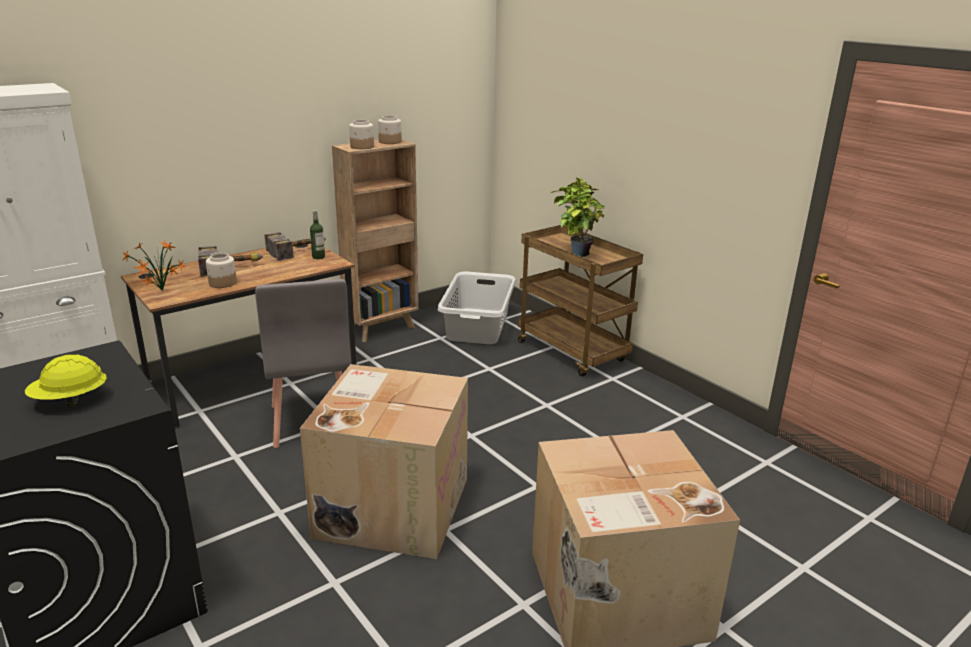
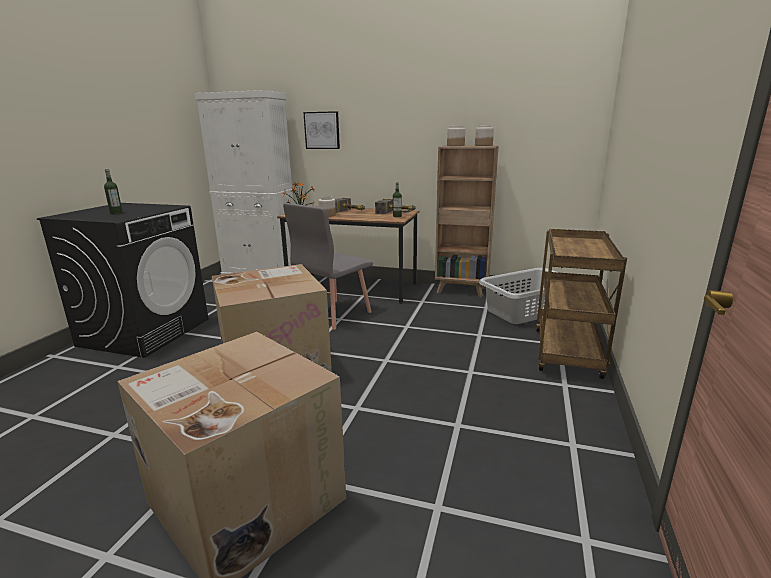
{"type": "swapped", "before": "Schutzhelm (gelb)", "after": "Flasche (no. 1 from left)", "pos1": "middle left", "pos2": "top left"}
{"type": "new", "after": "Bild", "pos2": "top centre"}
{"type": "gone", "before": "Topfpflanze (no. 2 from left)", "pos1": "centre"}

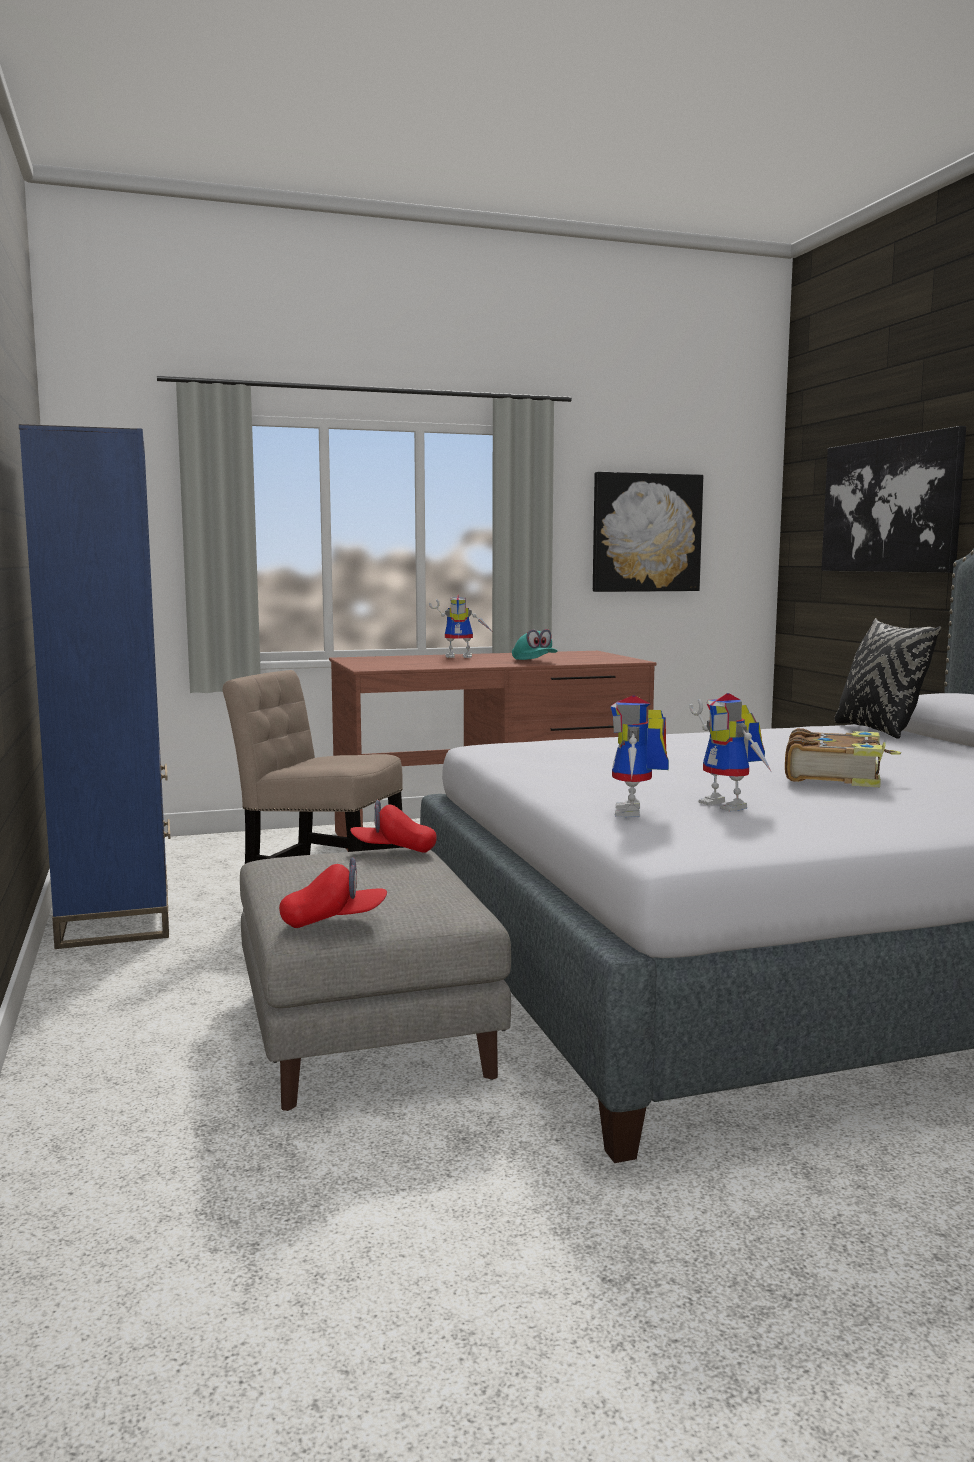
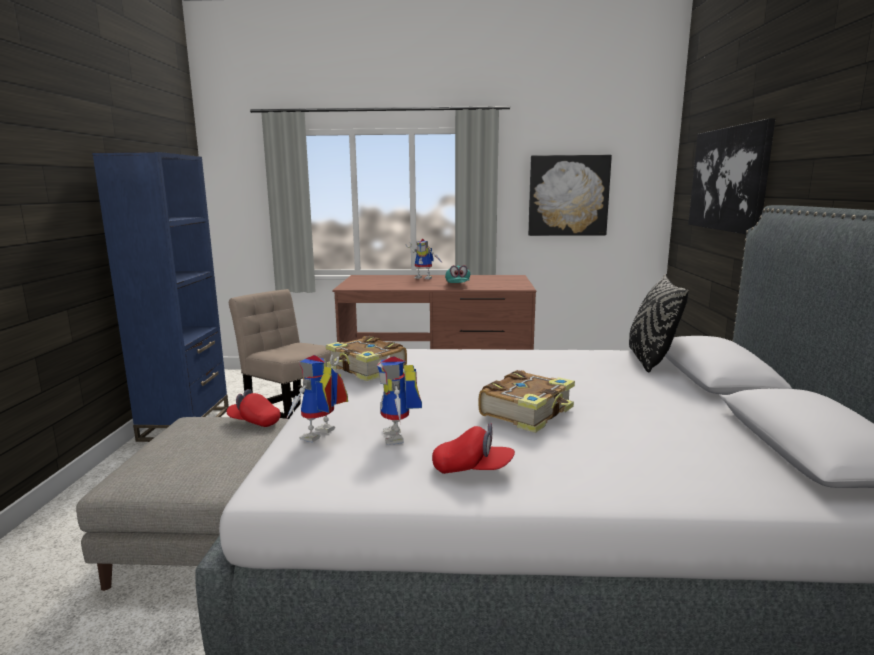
{"type": "new", "after": "Buch (no. 1 from left)", "pos2": "centre"}
{"type": "shifted", "before": "Kappe (rot) (no. 1 from left in the first image)", "after": "Kappe (rot) (no. 2 from left)", "pos1": "centre", "pos2": "bottom centre"}

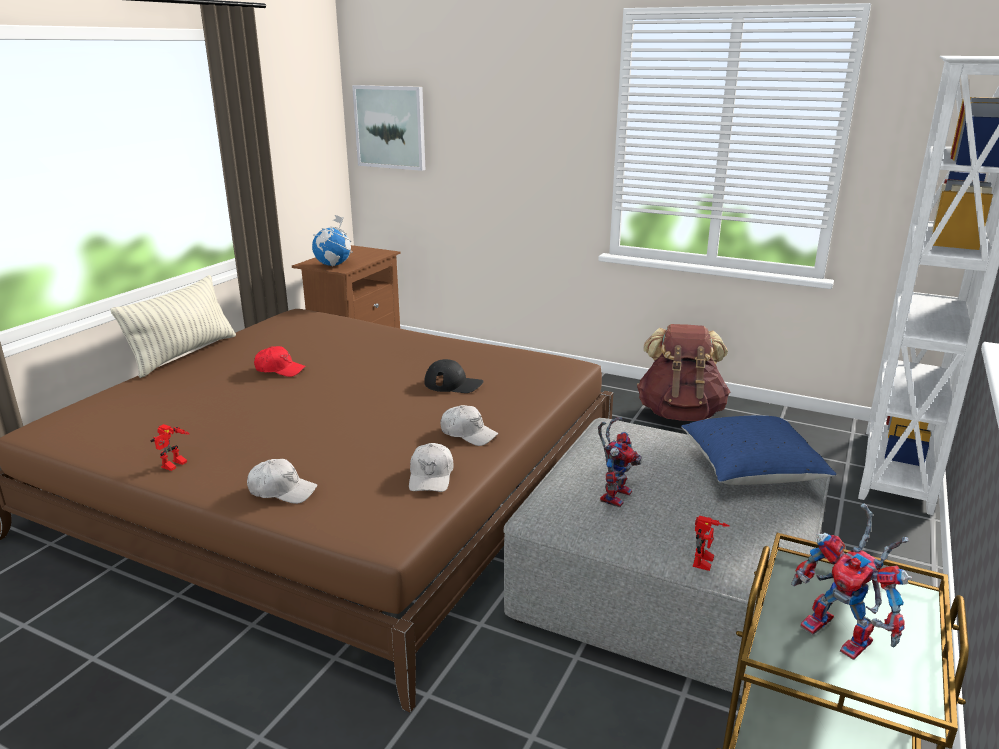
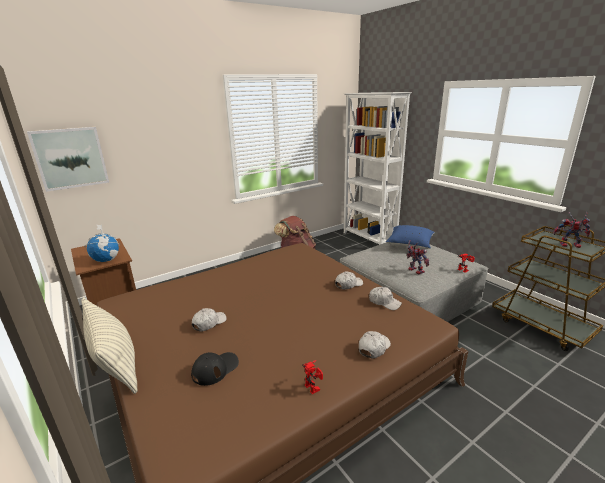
{"type": "shifted", "before": "Kappe (schwarz)", "pos1": "centre", "pos2": "bottom centre"}
{"type": "repainted", "before": "Kappe (rot)", "after": "Kappe (weiß) (no. 1 from left)", "pos1": "middle left", "pos2": "centre"}
{"type": "rotated", "before": "Spielzeugroboter (no. 4 from left)", "pos1": "bottom right", "pos2": "middle right", "turn": -150}

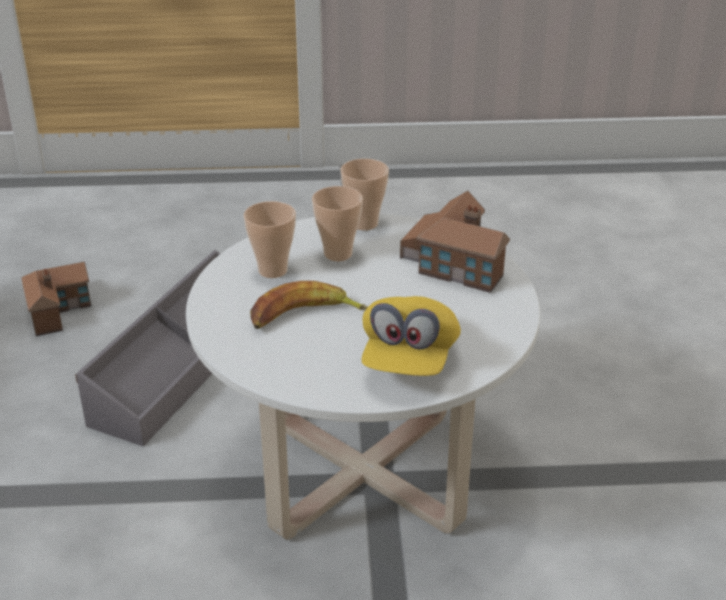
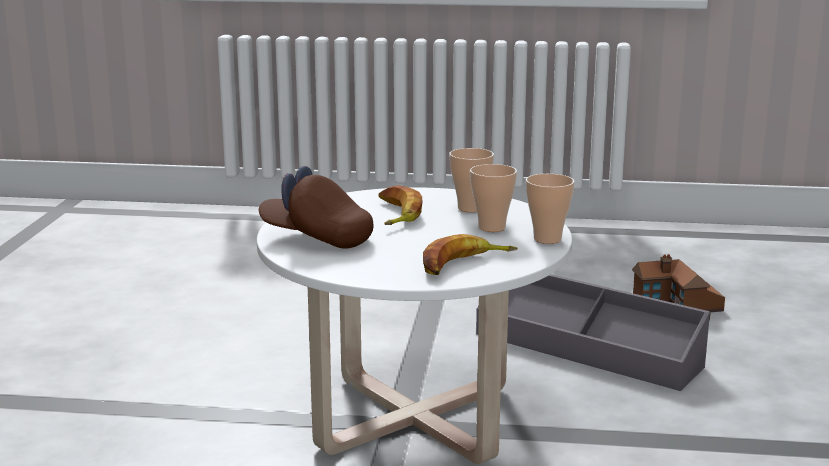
{"type": "repainted", "before": "Kappe (gelb)", "after": "Kappe (braun)", "pos1": "centre", "pos2": "centre"}
{"type": "swapped", "before": "Spielzeughaus (no. 2 from left)", "after": "Banane (no. 2 from left)", "pos1": "centre", "pos2": "centre"}

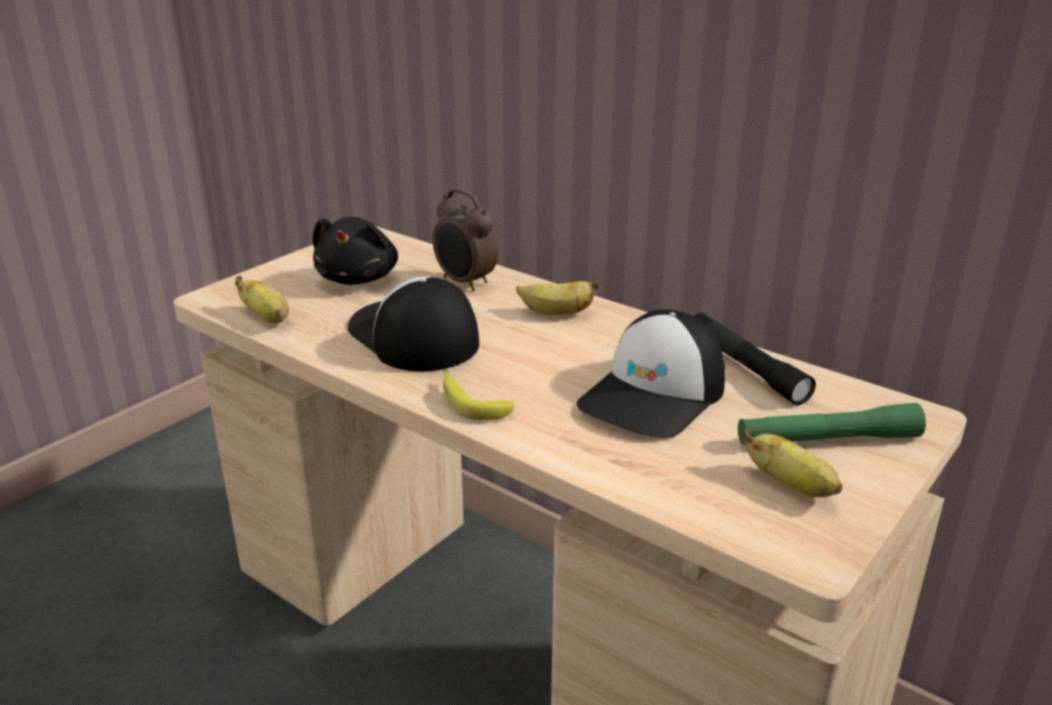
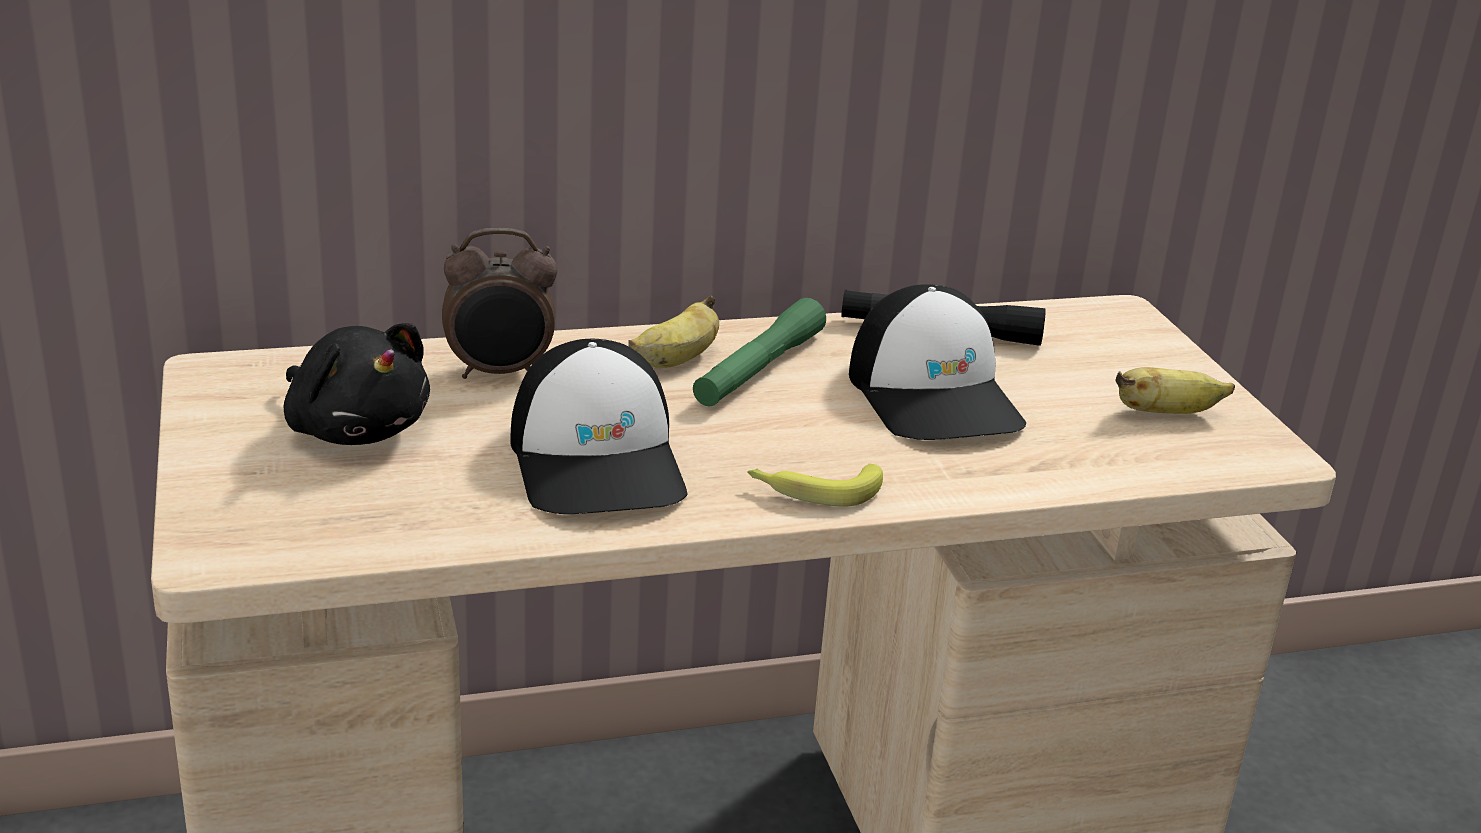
{"type": "rotated", "before": "Kappe (no. 1 from left)", "pos1": "centre", "pos2": "centre", "turn": -105}
{"type": "shifted", "before": "Taschenlampe (grün)", "pos1": "middle right", "pos2": "centre"}
{"type": "gone", "before": "Banane (no. 1 from left)", "pos1": "middle left"}

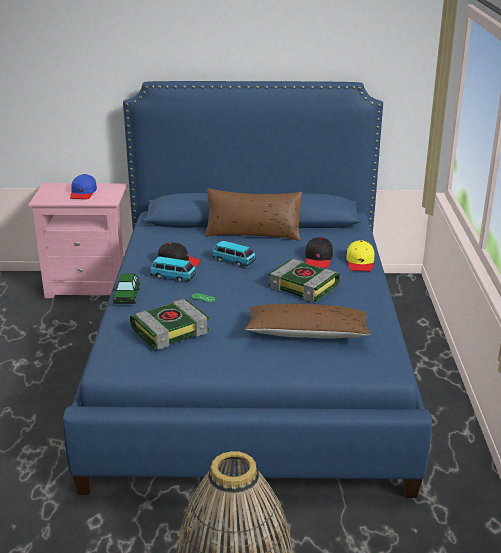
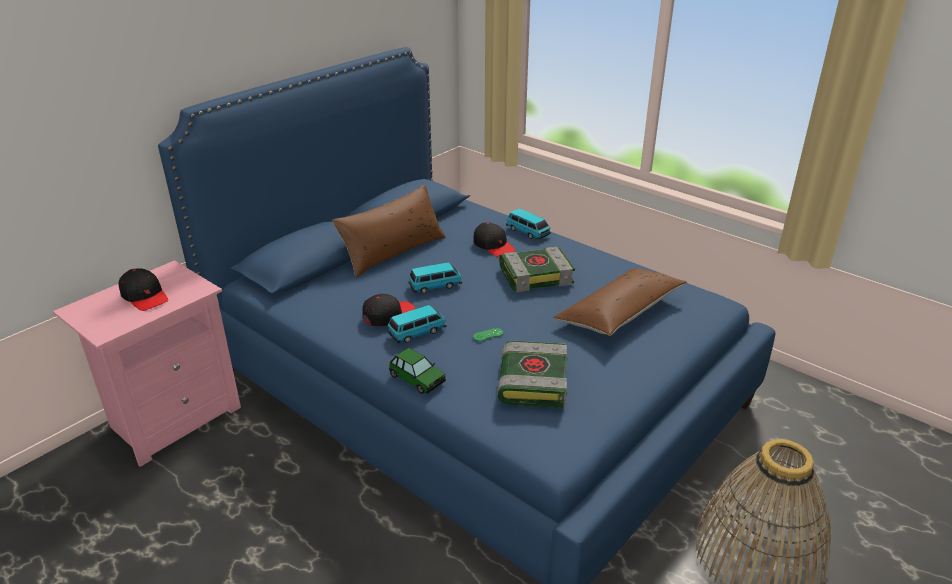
{"type": "repainted", "before": "Kappe (blau)", "after": "Kappe (schwarz) (no. 1 from left)", "pos1": "middle left", "pos2": "middle left"}
{"type": "swapped", "before": "Kappe (gelb)", "after": "Spielzeugauto (no. 4 from left)", "pos1": "middle right", "pos2": "centre"}

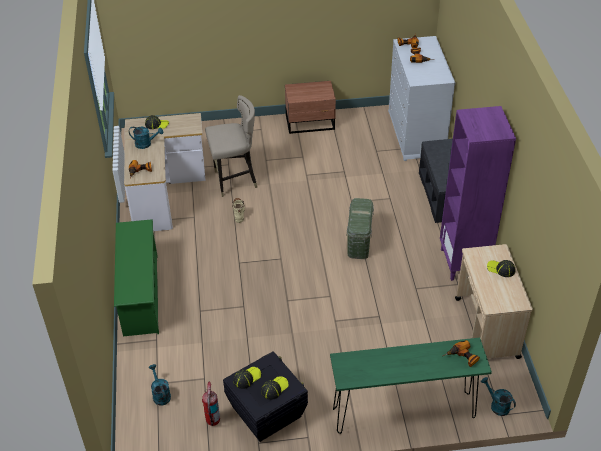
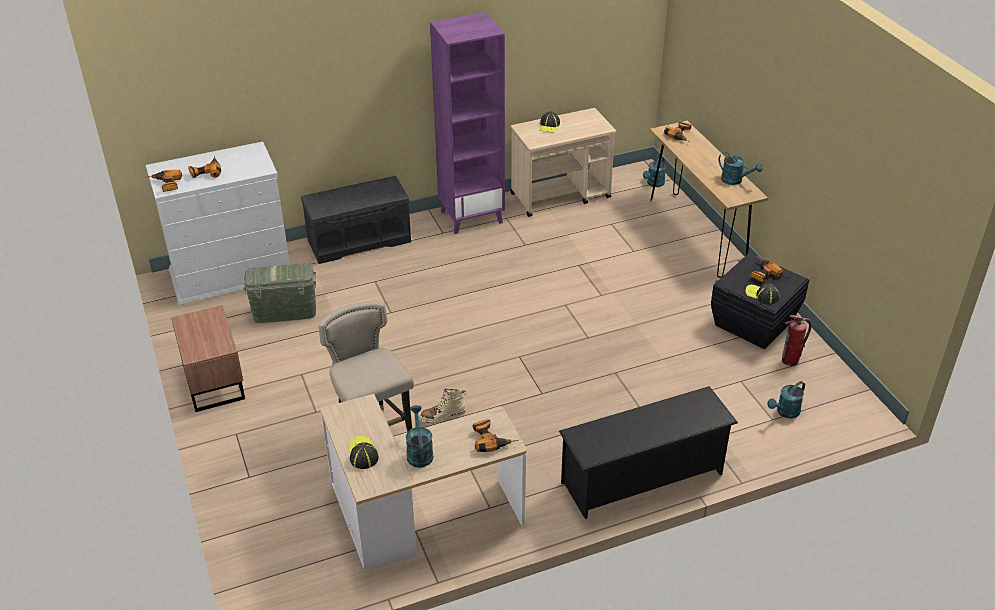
{"type": "shifted", "before": "Aufbewahrungsbox (grün)", "pos1": "centre", "pos2": "middle left"}
{"type": "repainted", "before": "Schuhregal (grün)", "after": "Schuhregal (schwarz)", "pos1": "middle left", "pos2": "bottom centre"}
{"type": "repainted", "before": "Konsolentisch (grün)", "after": "Konsolentisch (braun)", "pos1": "bottom right", "pos2": "top right"}
{"type": "new", "after": "Gießkanne (türkis) (no. 3 from left)", "pos2": "top right"}
{"type": "swapped", "before": "Kappe (no. 3 from left)", "after": "Bohrmaschine (no. 5 from left)", "pos1": "bottom centre", "pos2": "middle right"}

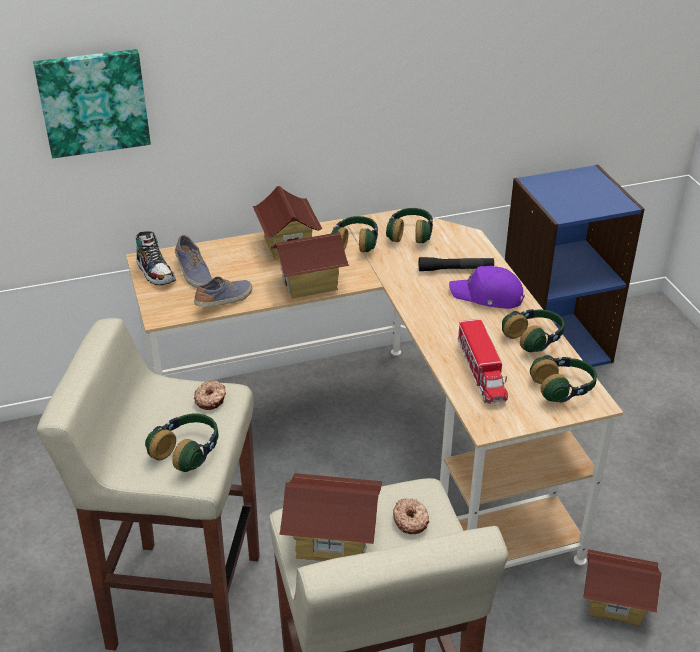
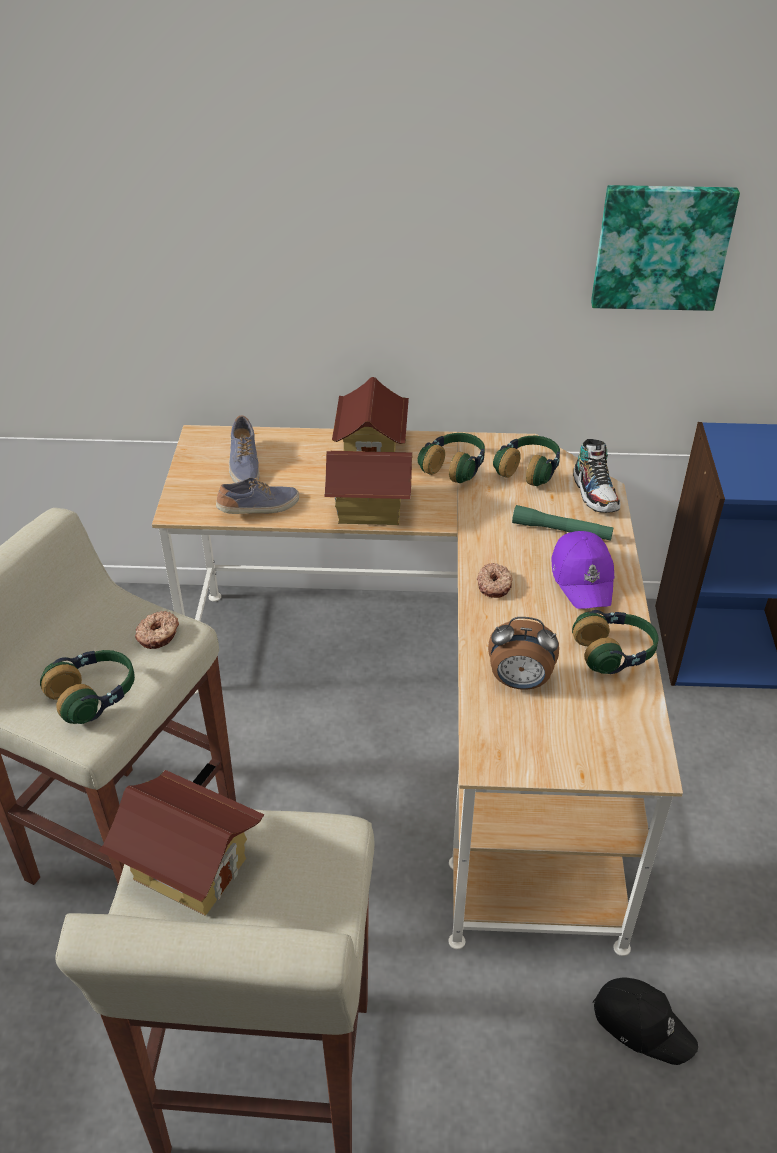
{"type": "shifted", "before": "Donut (no. 2 from left)", "pos1": "bottom centre", "pos2": "centre"}
{"type": "swapped", "before": "Spielzeuglaster", "after": "Wecker", "pos1": "middle right", "pos2": "middle right"}
{"type": "repainted", "before": "Taschenlampe (schwarz)", "after": "Taschenlampe (grün)", "pos1": "centre", "pos2": "middle right"}
{"type": "rotated", "before": "Kappe (lila)", "pos1": "middle right", "pos2": "middle right", "turn": -135}
{"type": "shifted", "before": "Schuh (no. 1 from left in the first image)", "after": "Schuh (no. 3 from left)", "pos1": "middle left", "pos2": "middle right"}
{"type": "shifted", "before": "Bild", "pos1": "top left", "pos2": "top right"}
{"type": "swapped", "before": "Spielzeughaus (no. 4 from left)", "after": "Kappe (schwarz)", "pos1": "bottom right", "pos2": "bottom right"}
{"type": "gone", "before": "Kopfhörer (no. 5 from left)", "pos1": "middle right"}

